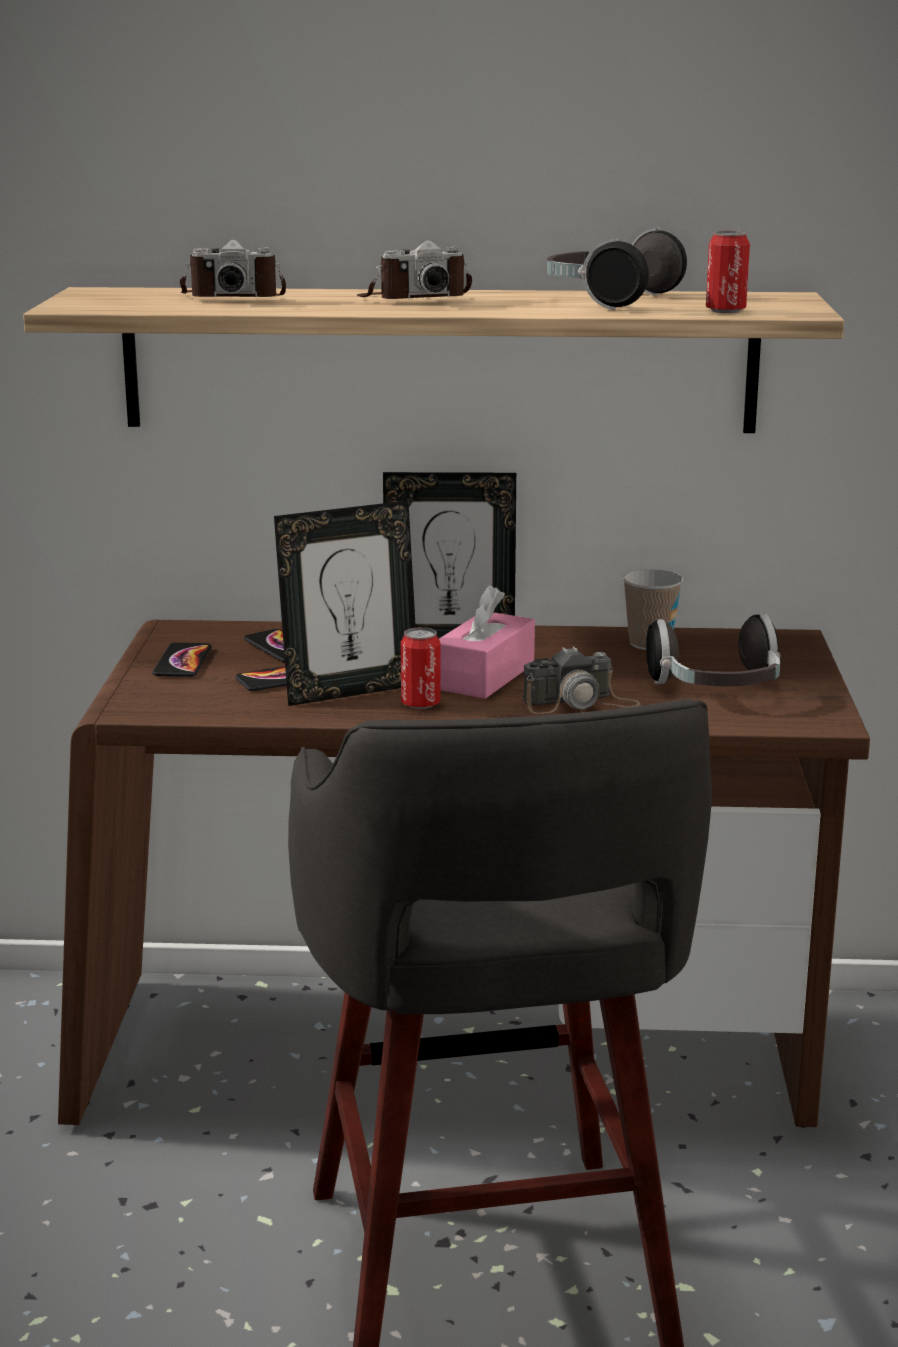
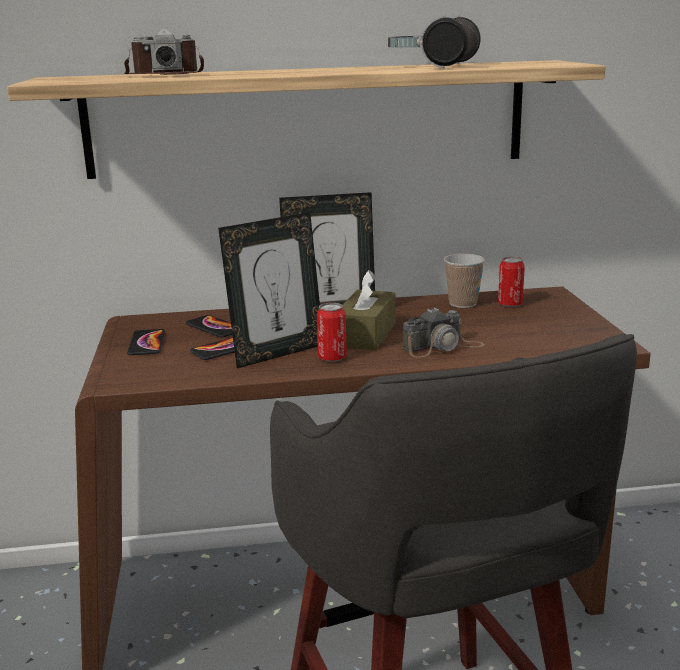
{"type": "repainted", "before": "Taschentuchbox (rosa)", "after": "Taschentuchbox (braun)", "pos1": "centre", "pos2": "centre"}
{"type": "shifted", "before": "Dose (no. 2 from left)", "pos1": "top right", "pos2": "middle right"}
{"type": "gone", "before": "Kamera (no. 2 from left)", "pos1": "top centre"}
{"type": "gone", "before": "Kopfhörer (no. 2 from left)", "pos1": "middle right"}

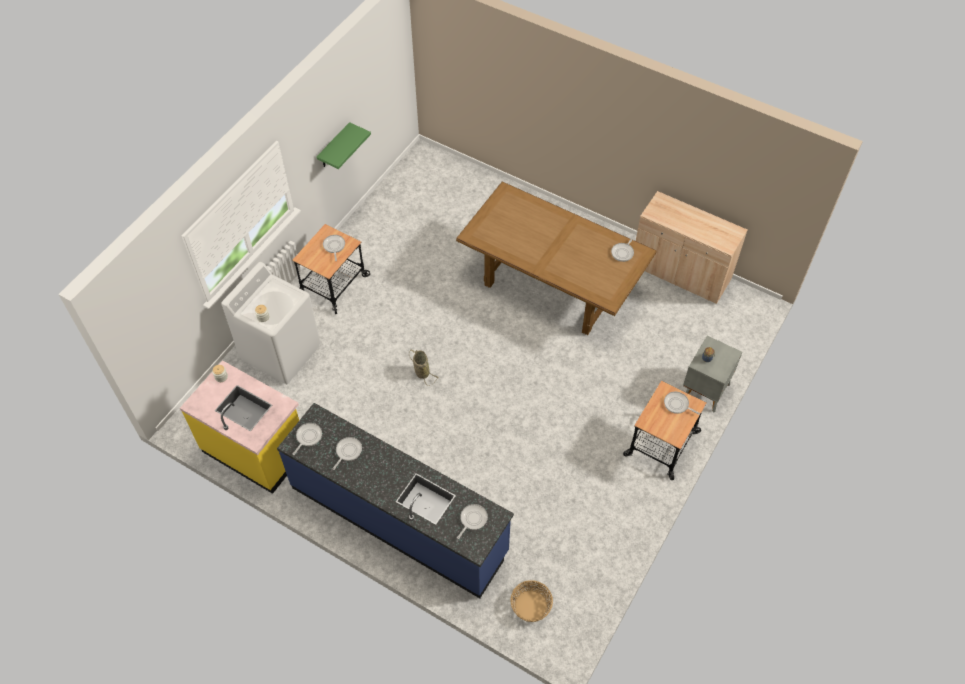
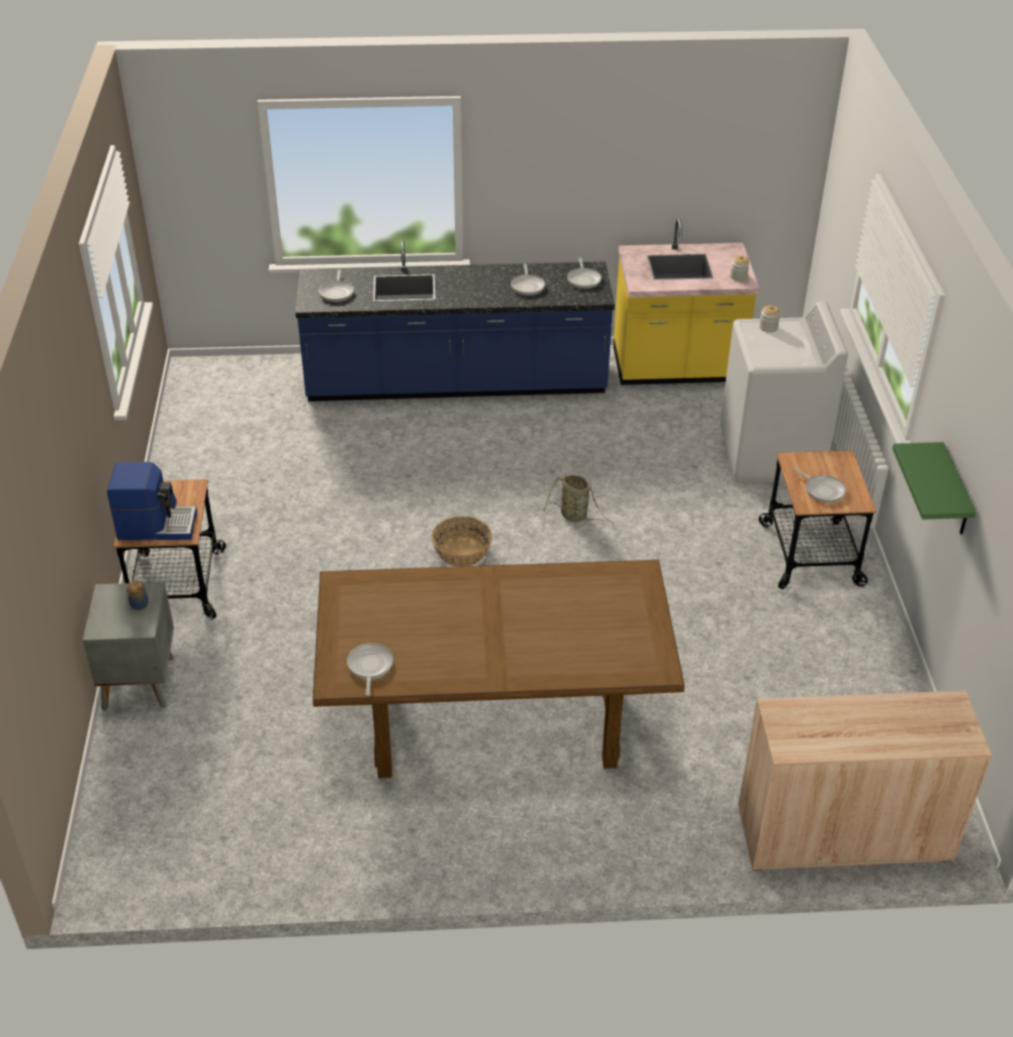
{"type": "swapped", "before": "Pfanne (no. 6 from left)", "after": "Kaffeemaschine", "pos1": "middle right", "pos2": "middle left"}
{"type": "shifted", "before": "Korb (no. 2 from left in the first image)", "after": "Korb (no. 1 from left)", "pos1": "bottom centre", "pos2": "centre"}
{"type": "shifted", "before": "Schrank (beige)", "pos1": "middle right", "pos2": "bottom right"}

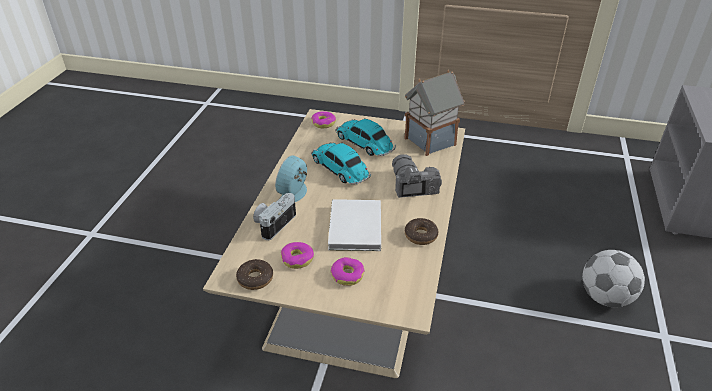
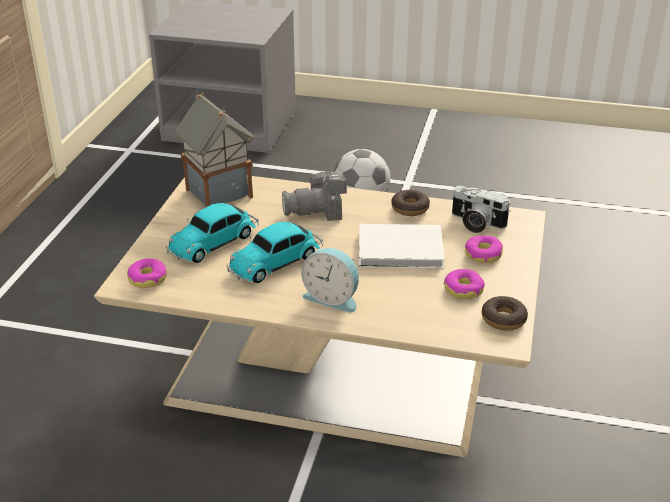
{"type": "shifted", "before": "Kamera (no. 1 from left in the first image)", "after": "Kamera (no. 2 from left)", "pos1": "centre", "pos2": "middle right"}

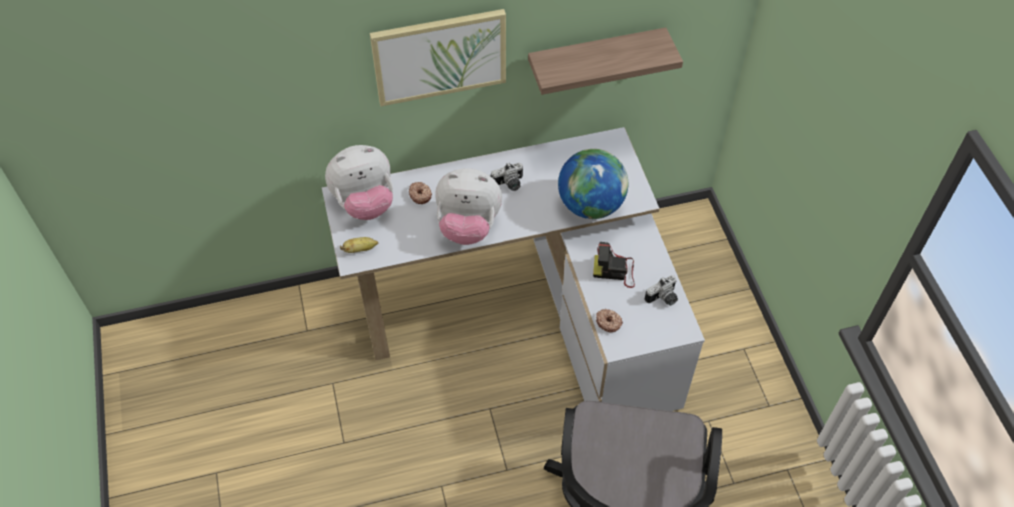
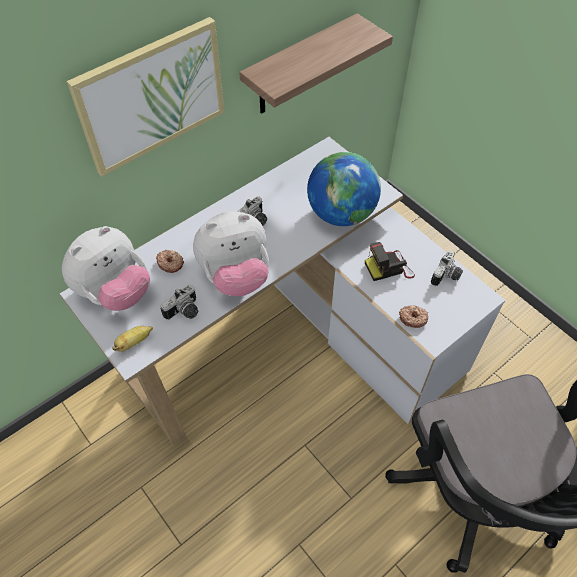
{"type": "new", "after": "Kamera (no. 1 from left)", "pos2": "middle left"}

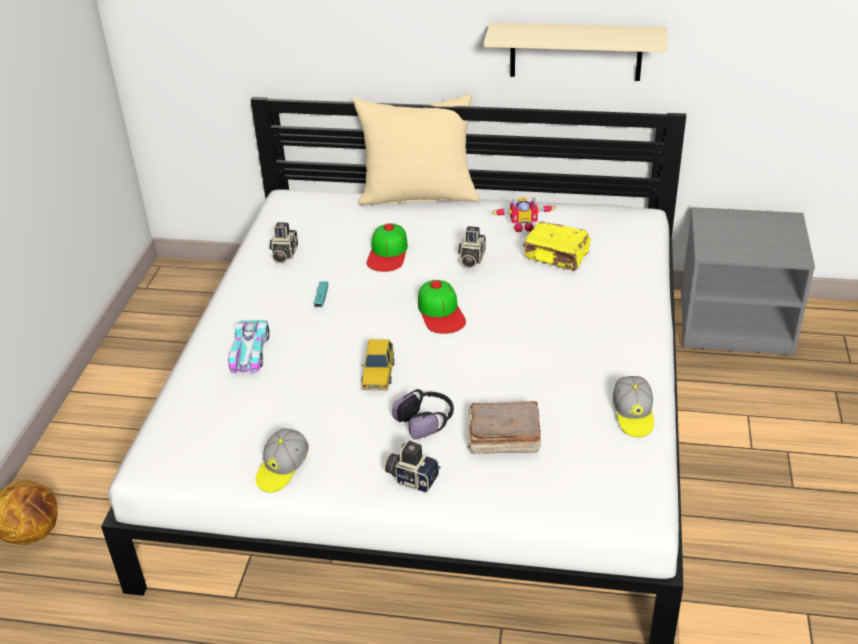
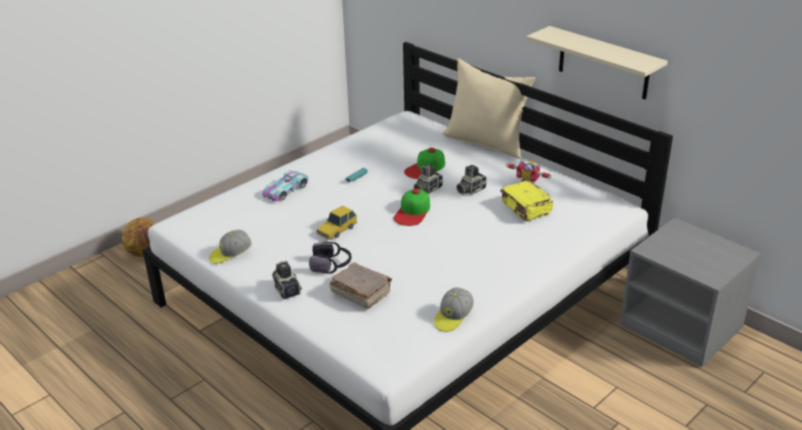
{"type": "shifted", "before": "Kamera (no. 1 from left in the first image)", "after": "Kamera (no. 2 from left)", "pos1": "middle left", "pos2": "centre"}

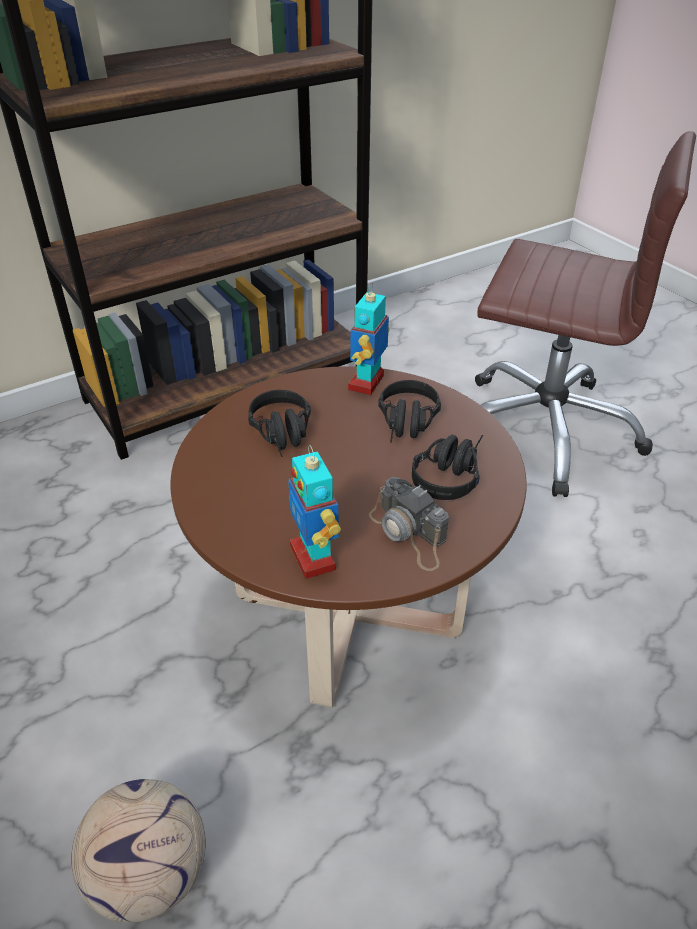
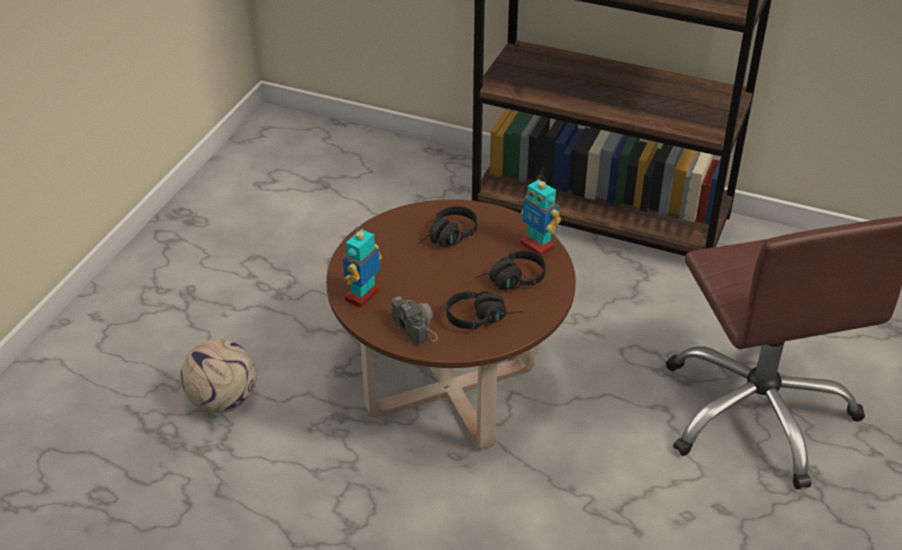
{"type": "rotated", "before": "Kamera", "pos1": "centre", "pos2": "centre", "turn": 135}
{"type": "rotated", "before": "Spielzeugroboter (no. 2 from left)", "pos1": "centre", "pos2": "centre", "turn": -120}

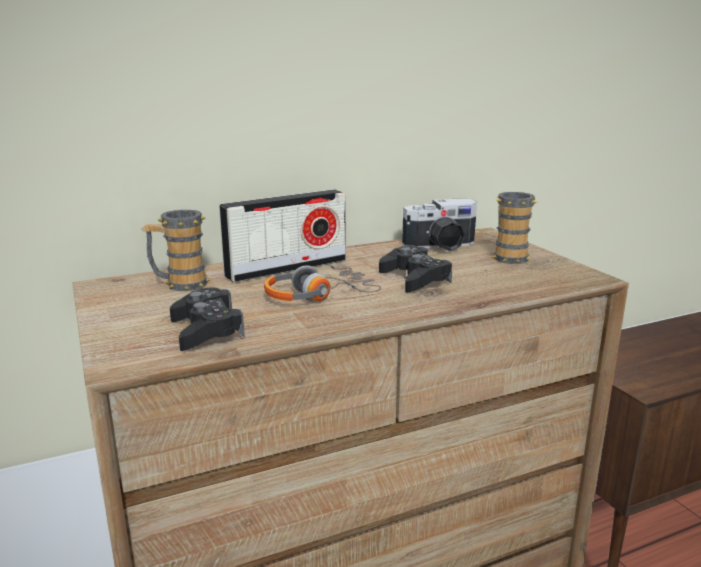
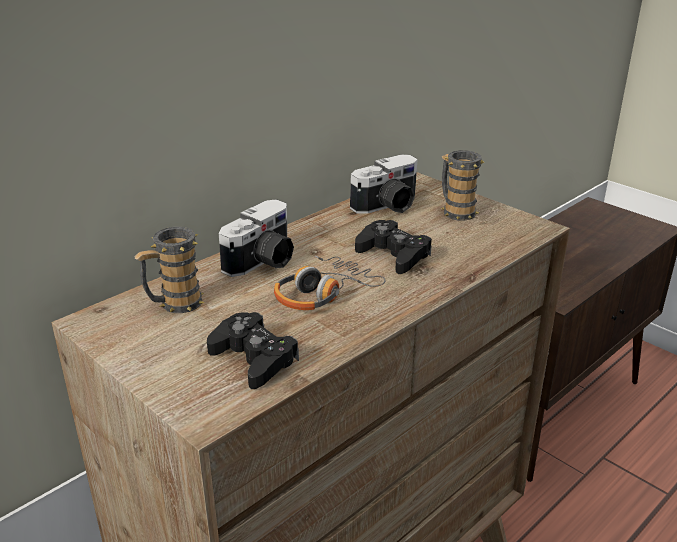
{"type": "swapped", "before": "Radio", "after": "Kamera (no. 1 from left)", "pos1": "centre", "pos2": "centre"}

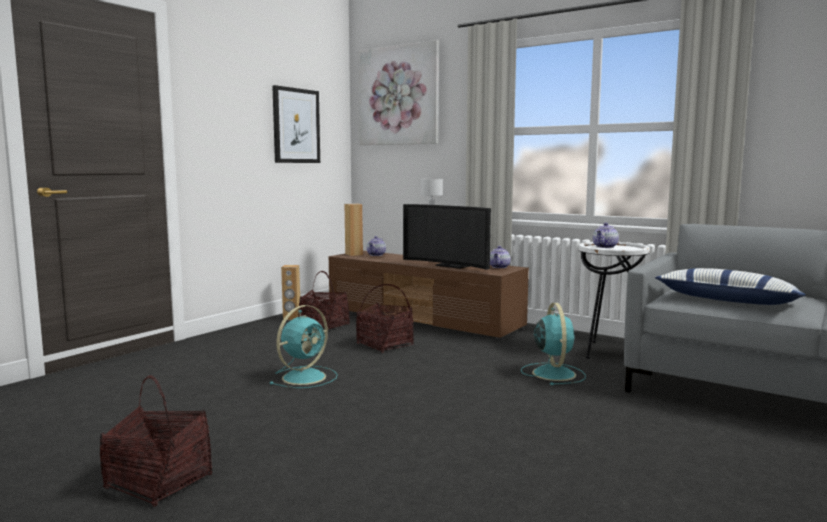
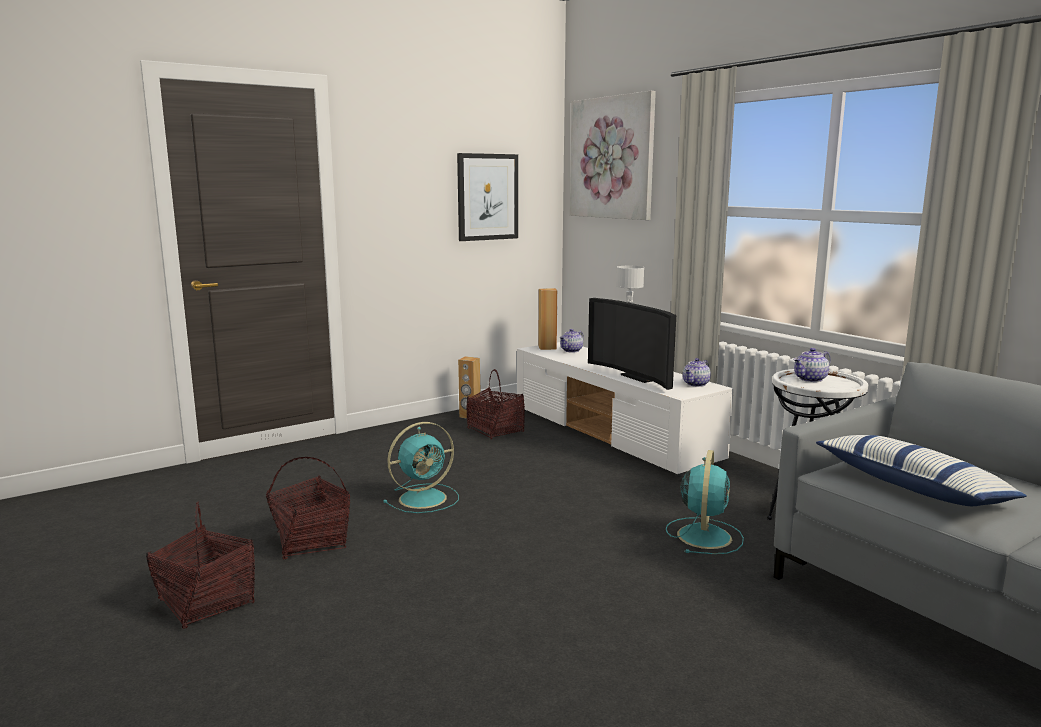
{"type": "shifted", "before": "Korb (no. 3 from left in the first image)", "after": "Korb (no. 2 from left)", "pos1": "centre", "pos2": "bottom left"}
{"type": "repainted", "before": "Fernsehschrank (braun)", "after": "Fernsehschrank (weiß)", "pos1": "centre", "pos2": "centre"}

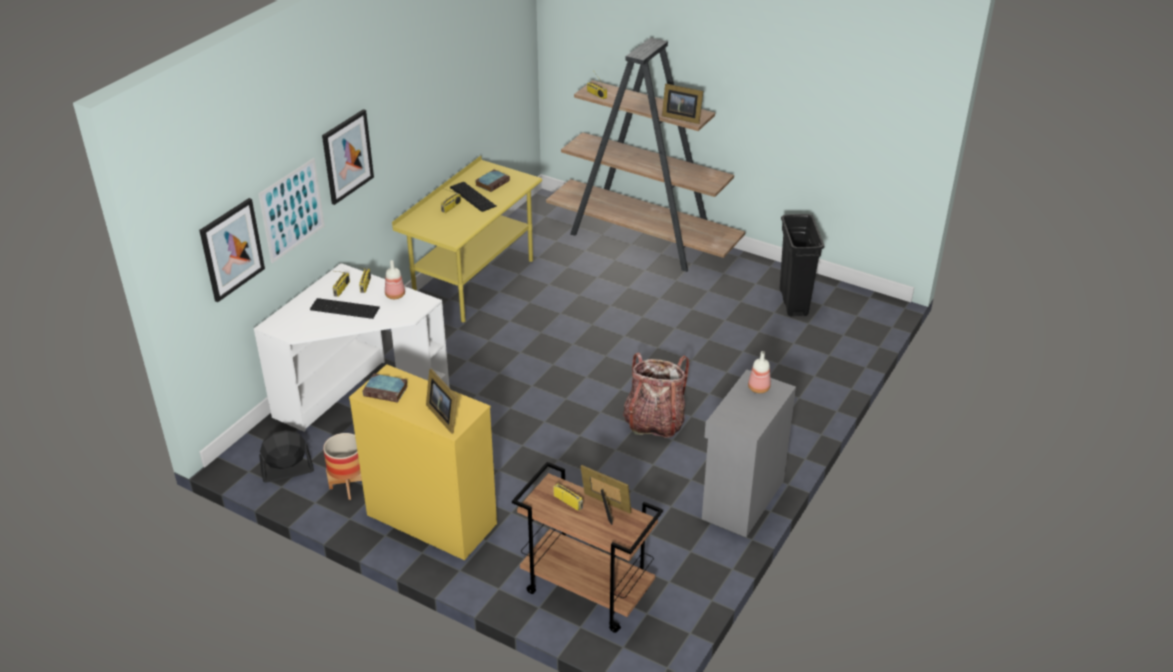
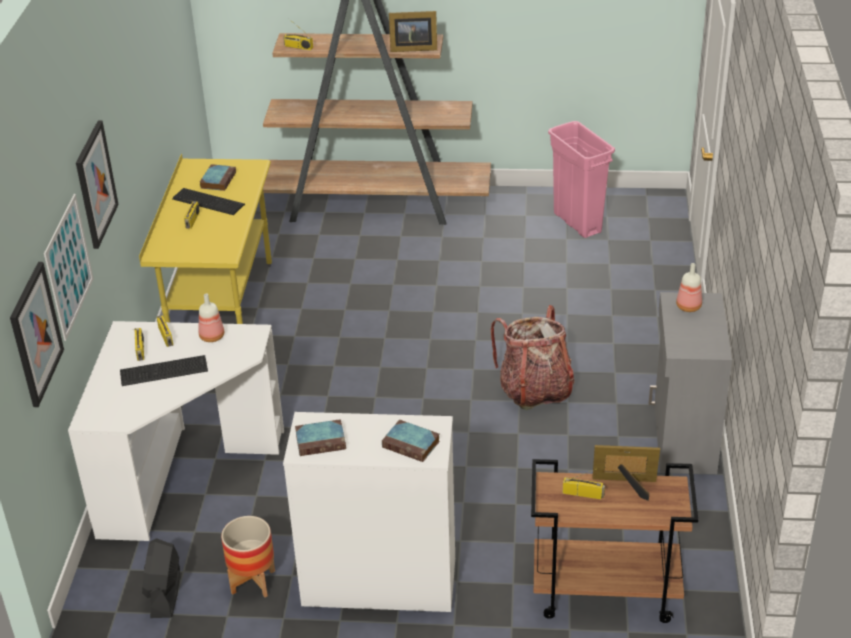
{"type": "rotated", "before": "Ventilator (schwarz)", "pos1": "bottom left", "pos2": "bottom left", "turn": -45}
{"type": "repainted", "before": "Kommode (gelb)", "after": "Kommode (weiß)", "pos1": "bottom centre", "pos2": "bottom centre"}
{"type": "swapped", "before": "Bilderrahmen (no. 1 from left)", "after": "Buch (no. 3 from left)", "pos1": "centre", "pos2": "bottom centre"}
{"type": "repainted", "before": "Mülleimer (schwarz)", "after": "Mülleimer (rosa)", "pos1": "middle right", "pos2": "top right"}

